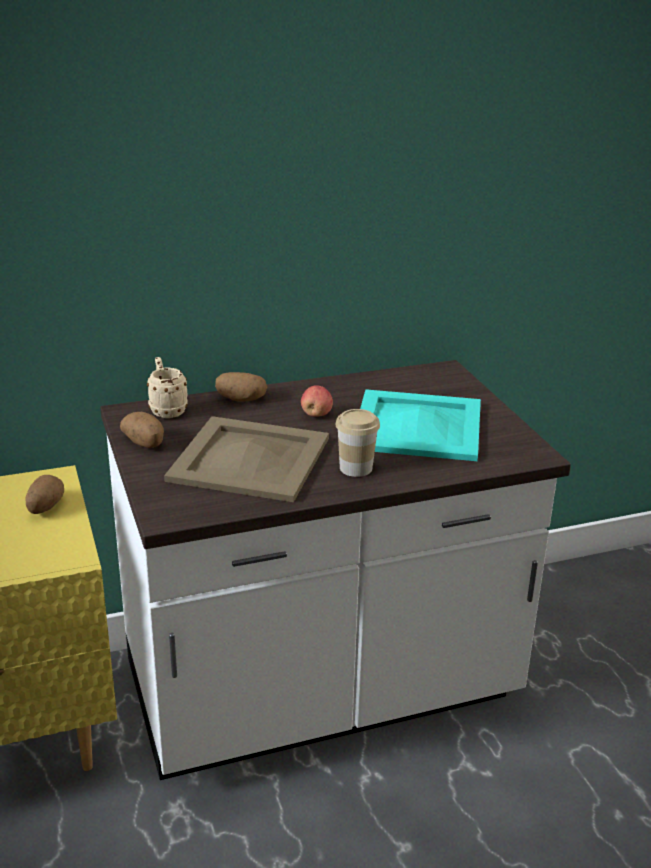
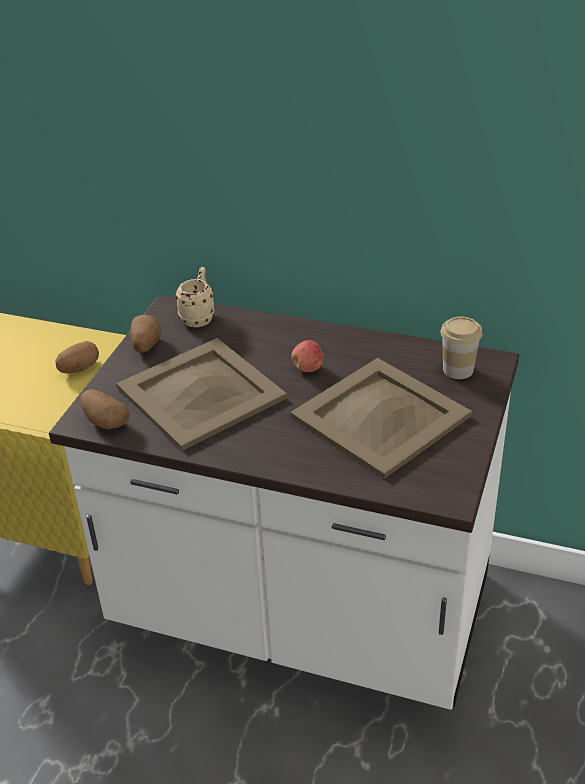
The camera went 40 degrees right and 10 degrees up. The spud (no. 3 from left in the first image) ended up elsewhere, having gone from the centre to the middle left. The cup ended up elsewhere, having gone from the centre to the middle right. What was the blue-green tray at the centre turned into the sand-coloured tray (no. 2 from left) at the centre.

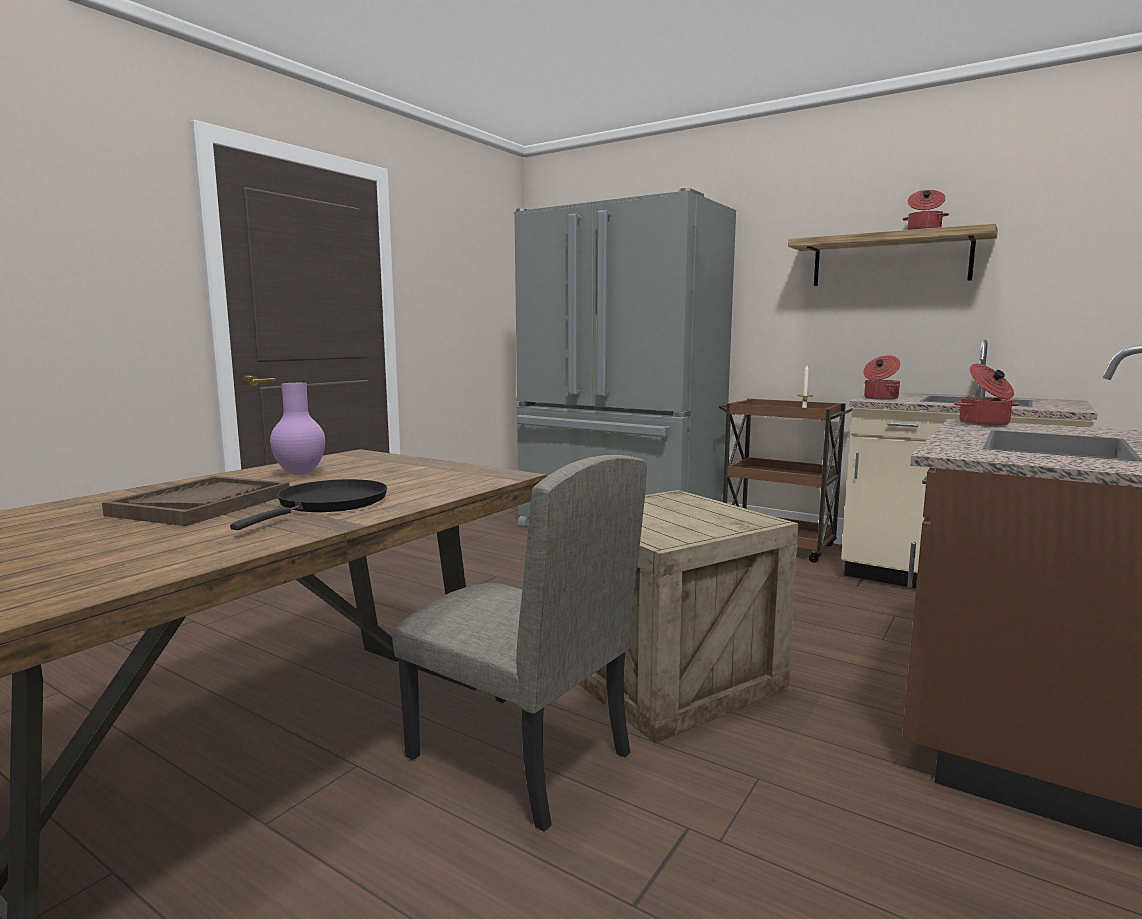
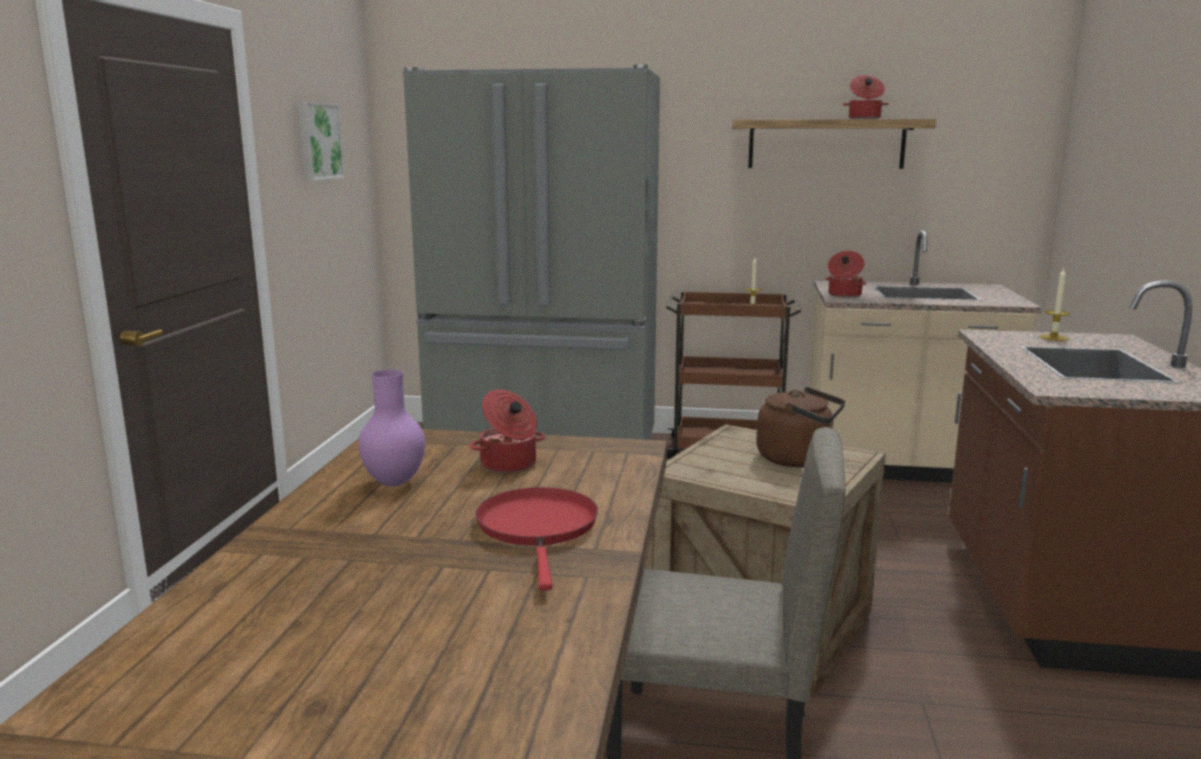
The camera went 25 degrees left and 5 degrees up. The second view lost the brown-coloured tray at the middle left. The second view gained the wall art at the top left. The second view gained the brown-coloured kettle at the middle right. The second view gained the wax light (no. 2 from left) at the middle right. The stockpot (no. 3 from left in the first image) ended up elsewhere, having gone from the middle right to the centre. What was the blackish pan at the middle left turned into the reddish pan at the bottom centre.

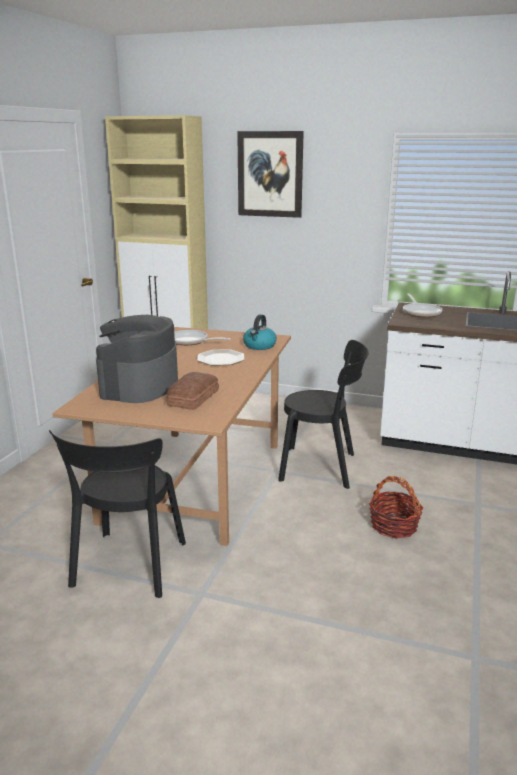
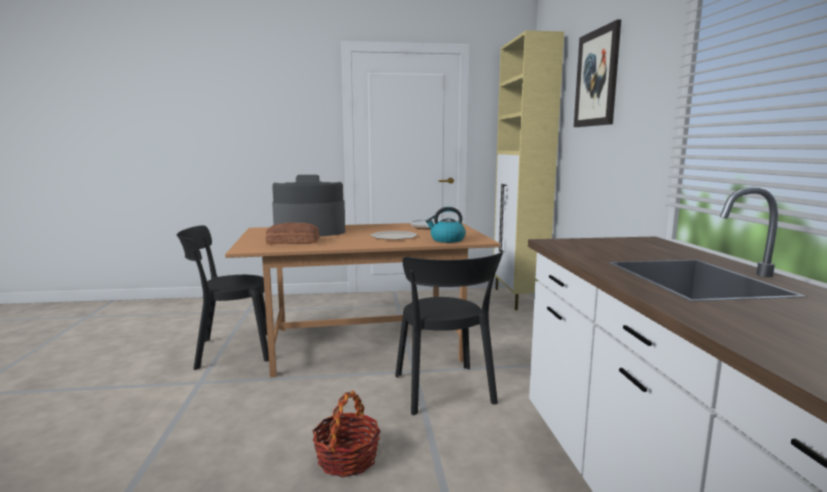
The camera went 65 degrees right and 10 degrees down. The second view lost the pan (no. 2 from left) at the middle right.

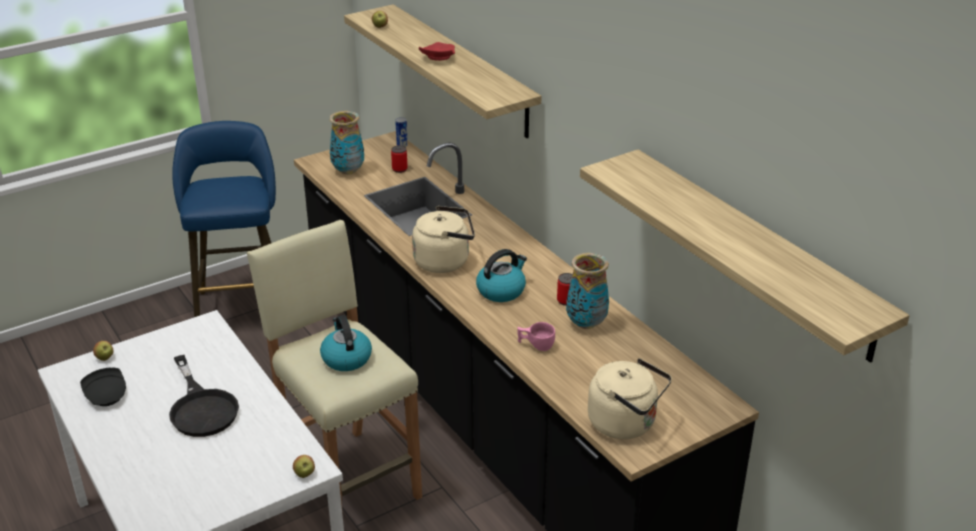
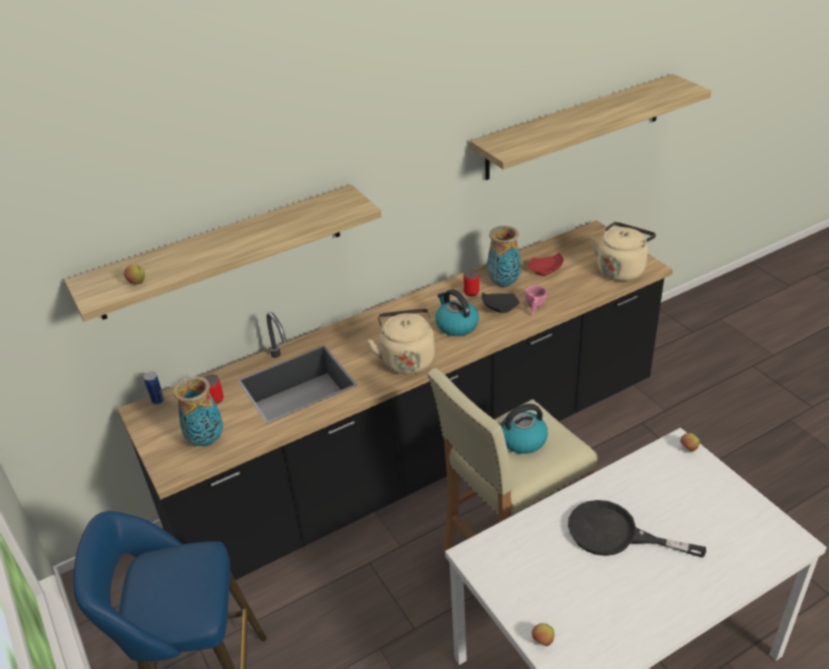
The camera went 85 degrees left and 5 degrees up. The blackish flat dish ended up elsewhere, having gone from the bottom left to the centre. The reddish flat dish ended up elsewhere, having gone from the top centre to the centre. The blackish pan at the bottom left ended up facing another way, 135 degrees counterclockwise from before.

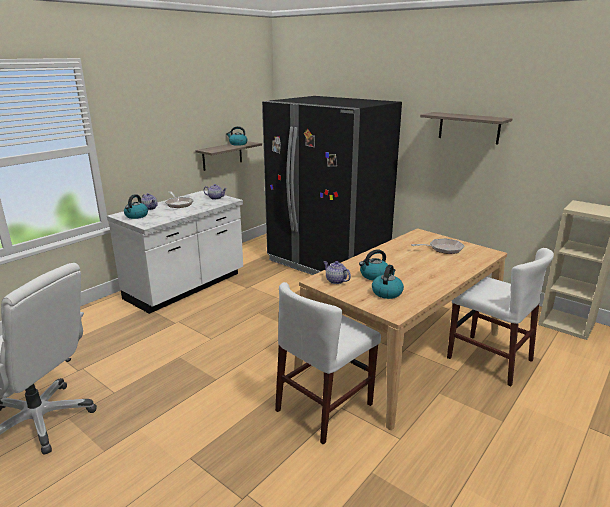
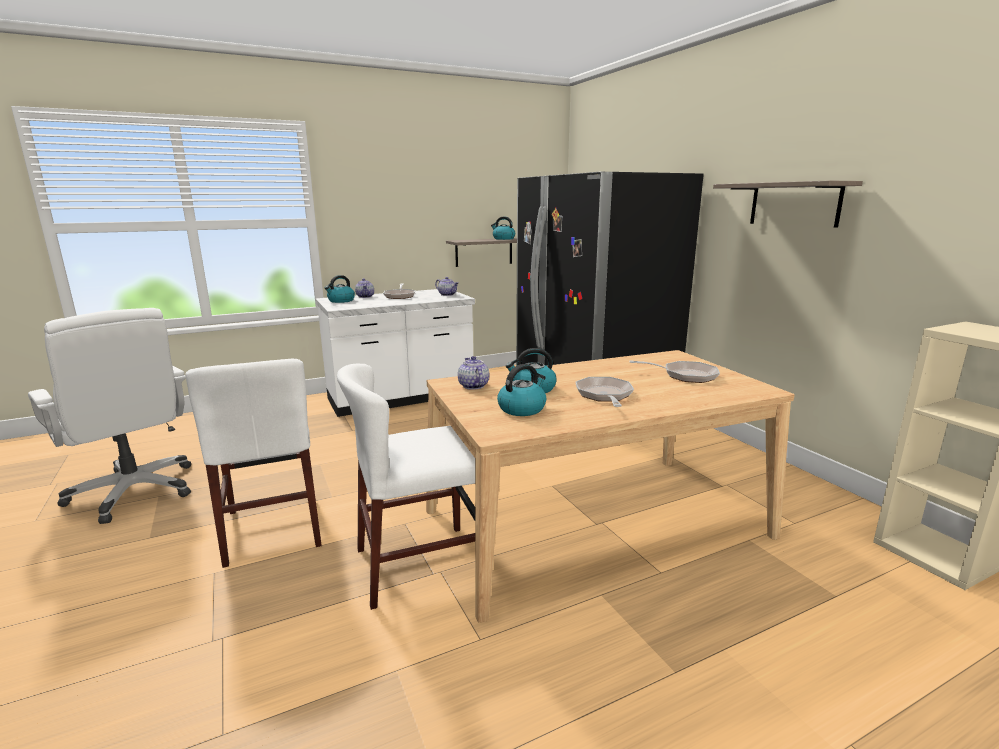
The camera went 25 degrees right and 5 degrees down. The second view gained the pan (no. 2 from left) at the centre. The white chair (no. 2 from left in the first image) ended up elsewhere, having gone from the middle right to the middle left.

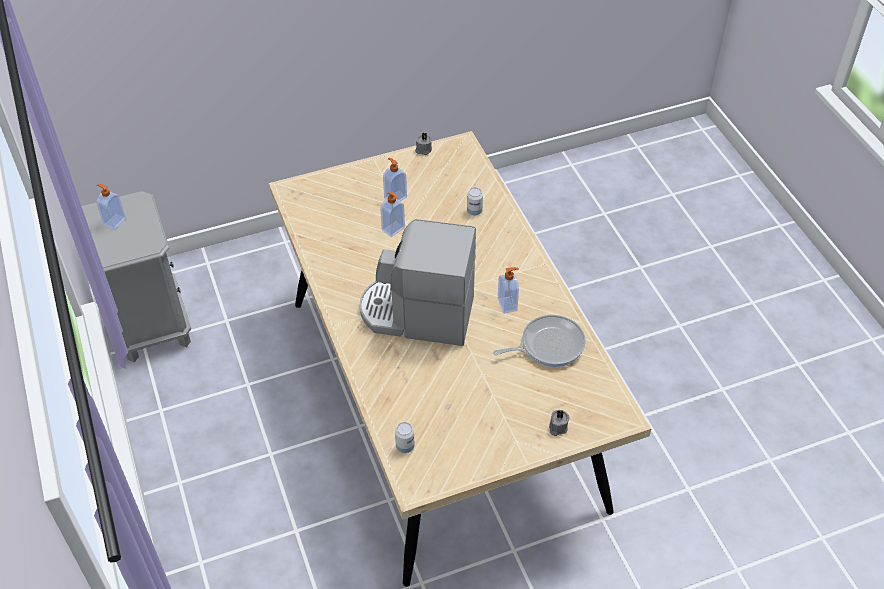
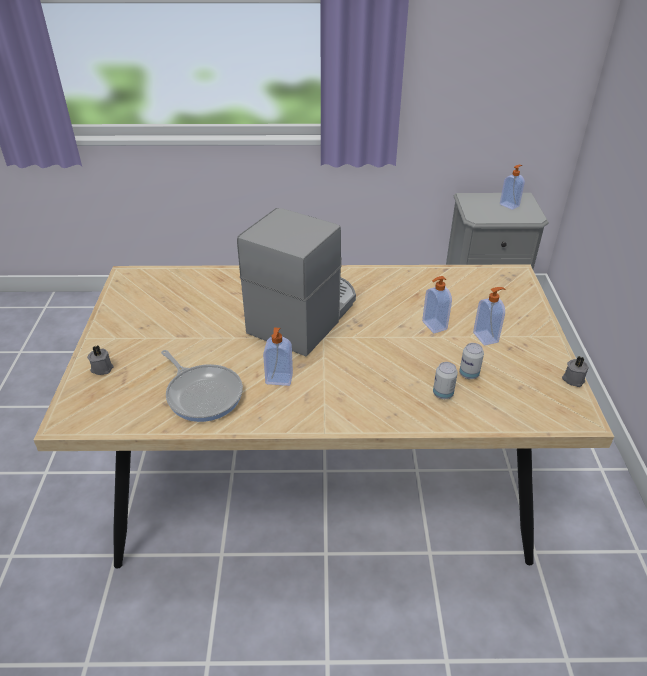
The camera went 110 degrees right and 10 degrees down. The can (no. 1 from left in the first image) ended up elsewhere, having gone from the bottom centre to the middle right. The pan at the centre ended up facing another way, 45 degrees counterclockwise from before.

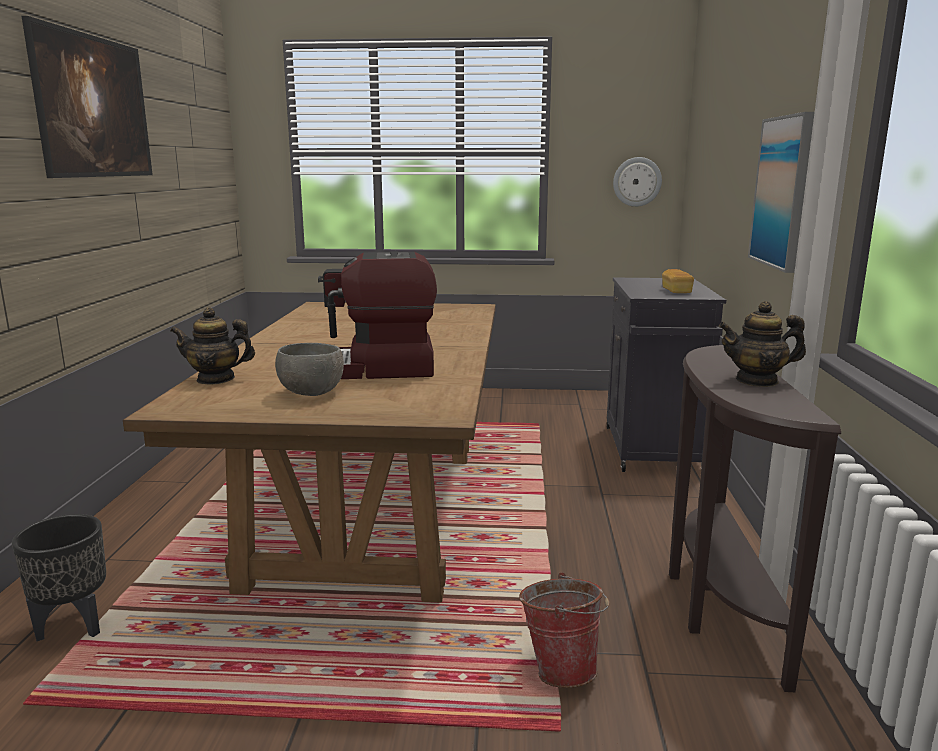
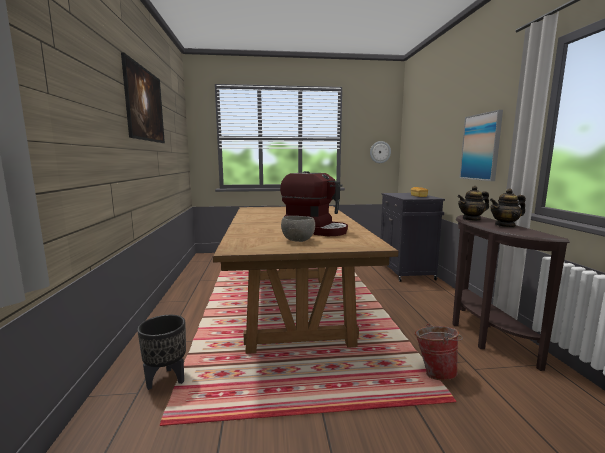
The camera went 10 degrees left and 5 degrees down. The tea pot (no. 1 from left) ended up elsewhere, having gone from the middle left to the middle right. The coffee machine at the centre ended up facing another way, 135 degrees counterclockwise from before.

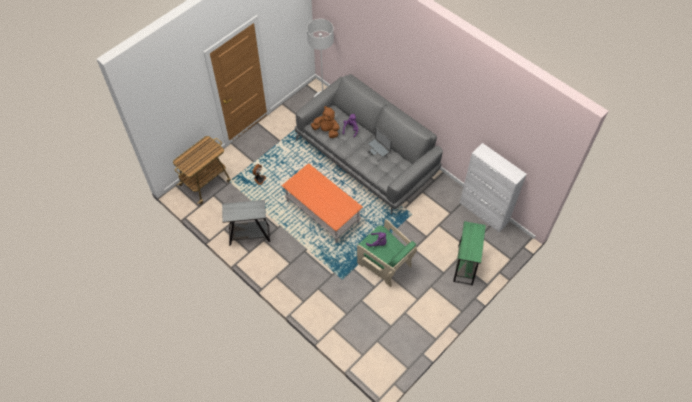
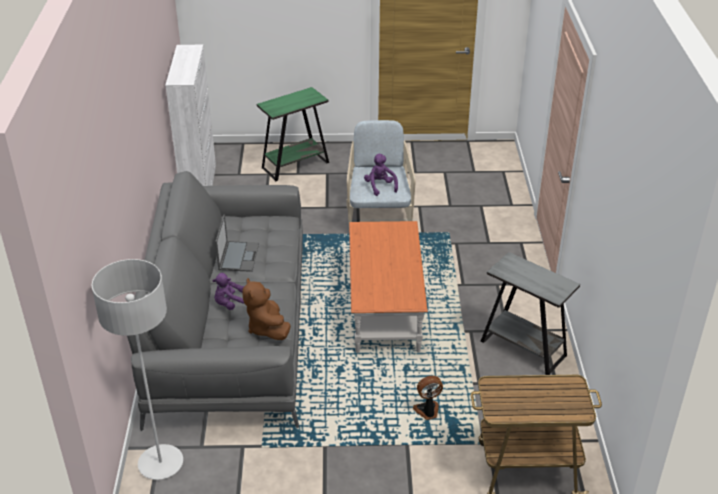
The camera went 135 degrees left and 20 degrees down. What was the green armchair at the centre turned into the sand-coloured armchair at the centre.

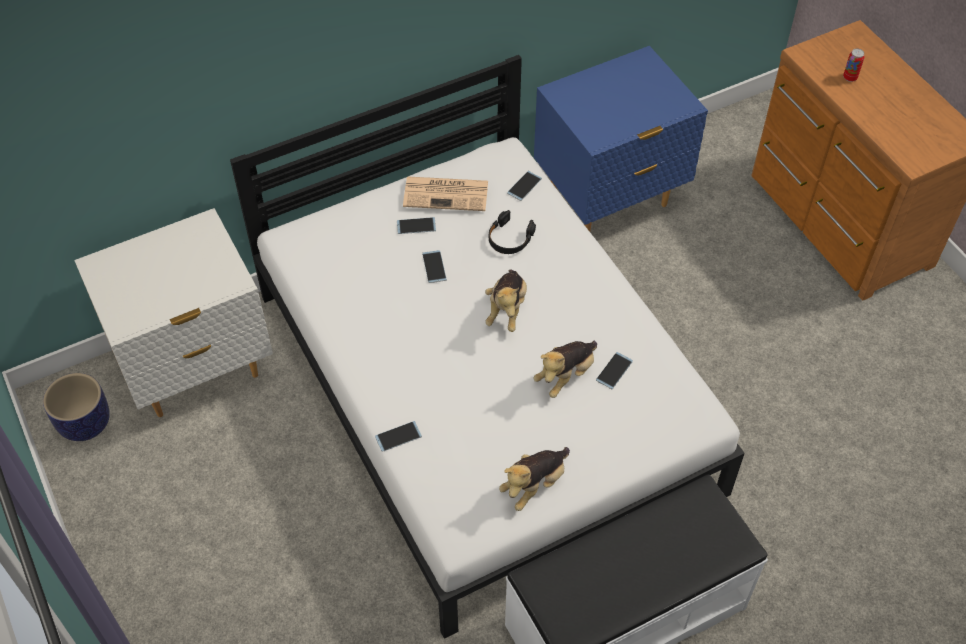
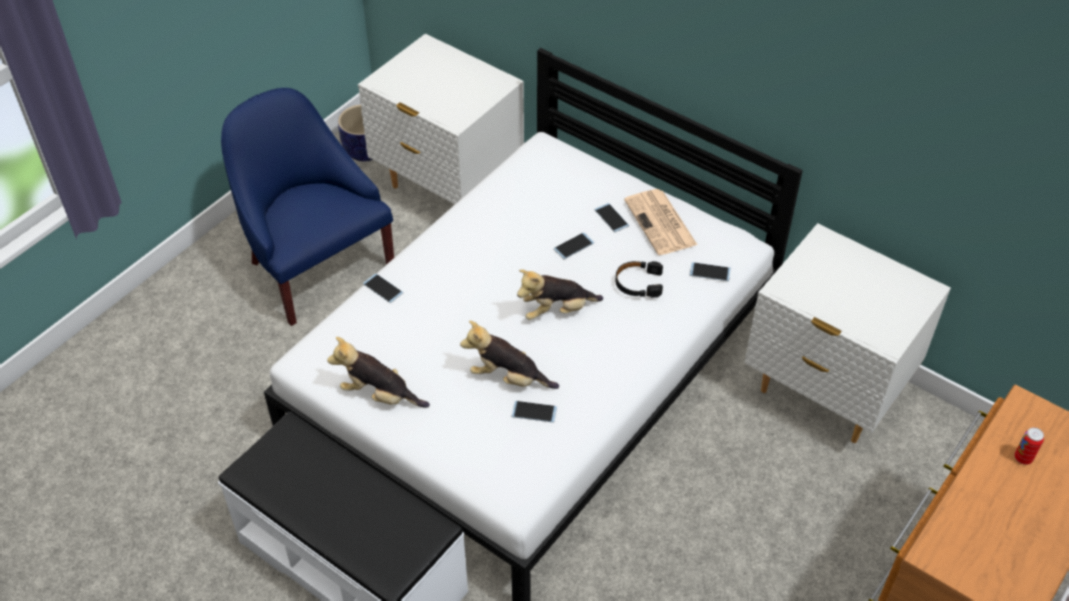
The camera went 65 degrees right and 5 degrees down. The second view gained the blue-coloured armchair at the middle left. What was the blue-coloured bedside table at the top centre turned into the white bedside table (no. 2 from left) at the middle right.

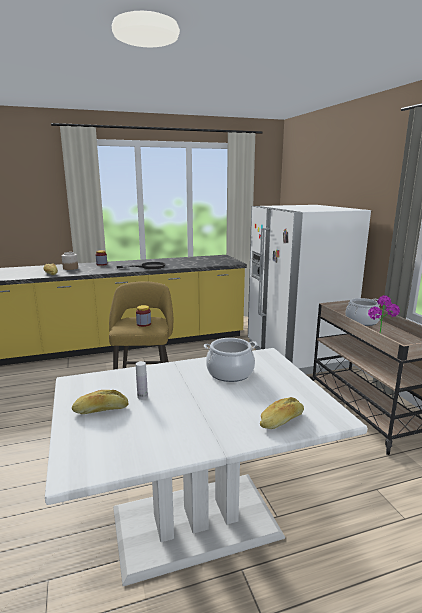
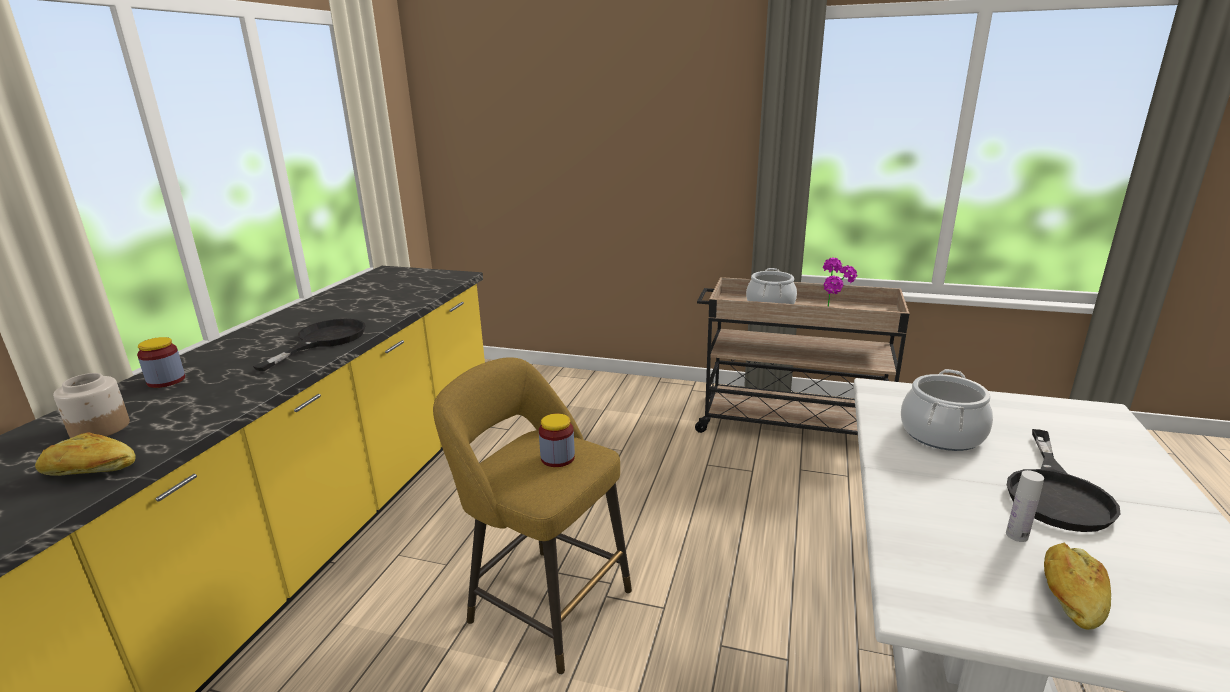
The camera went 55 degrees left and 5 degrees up. The second view lost the white refrigerator at the middle right. The second view lost the bread (no. 3 from left) at the bottom right. The second view gained the blackish pan (no. 2 from left) at the bottom right.

